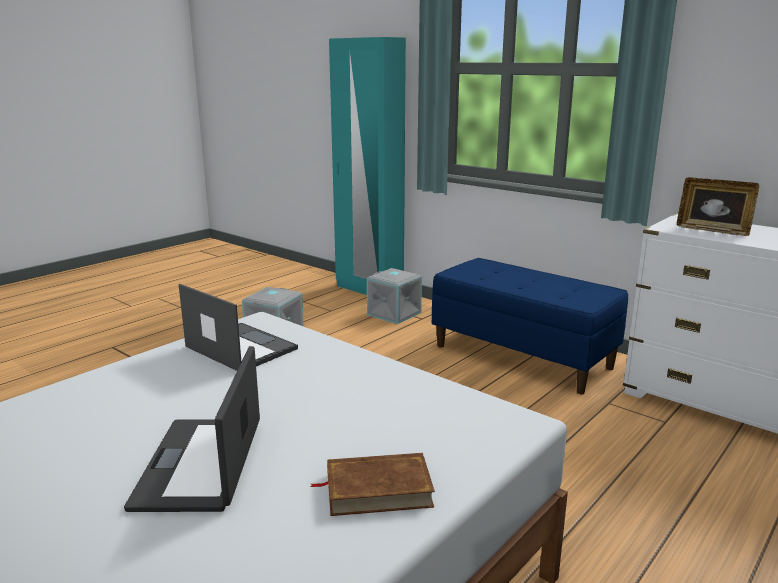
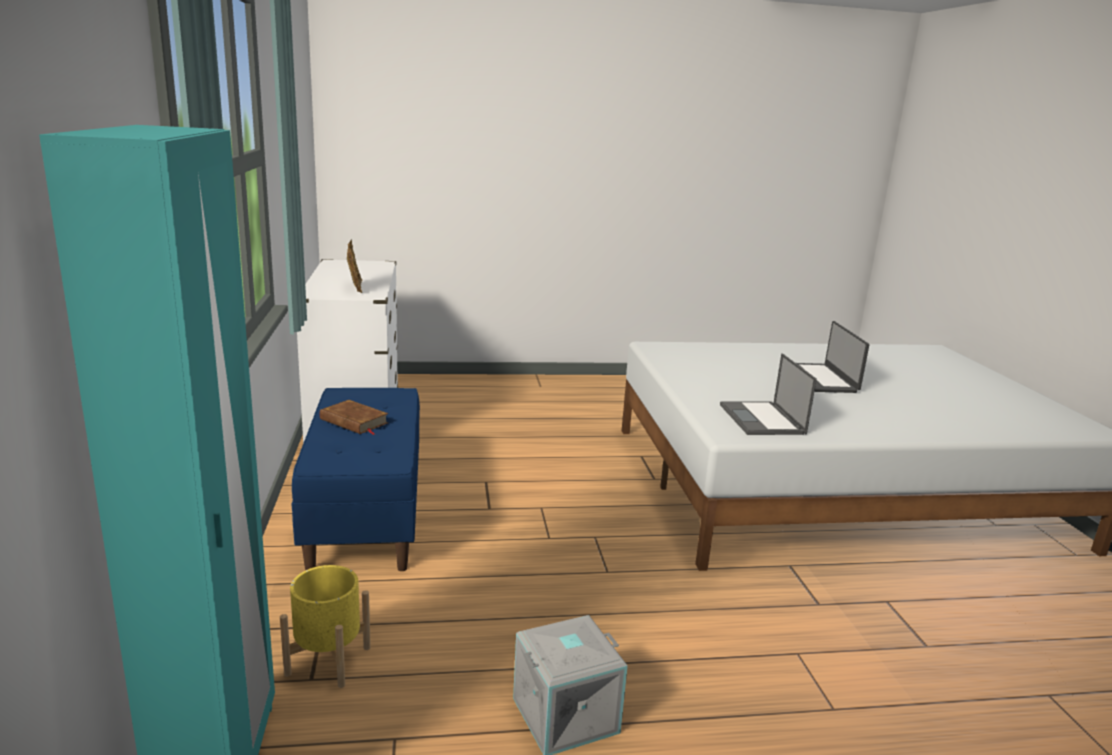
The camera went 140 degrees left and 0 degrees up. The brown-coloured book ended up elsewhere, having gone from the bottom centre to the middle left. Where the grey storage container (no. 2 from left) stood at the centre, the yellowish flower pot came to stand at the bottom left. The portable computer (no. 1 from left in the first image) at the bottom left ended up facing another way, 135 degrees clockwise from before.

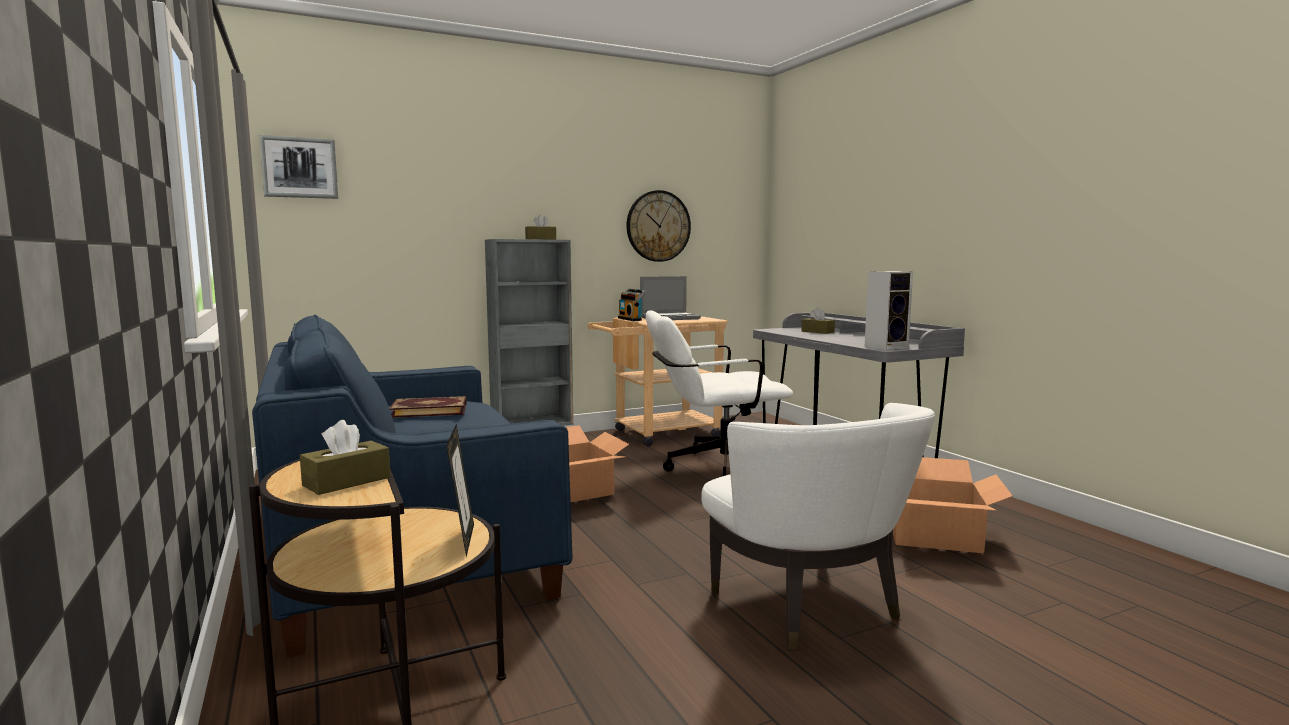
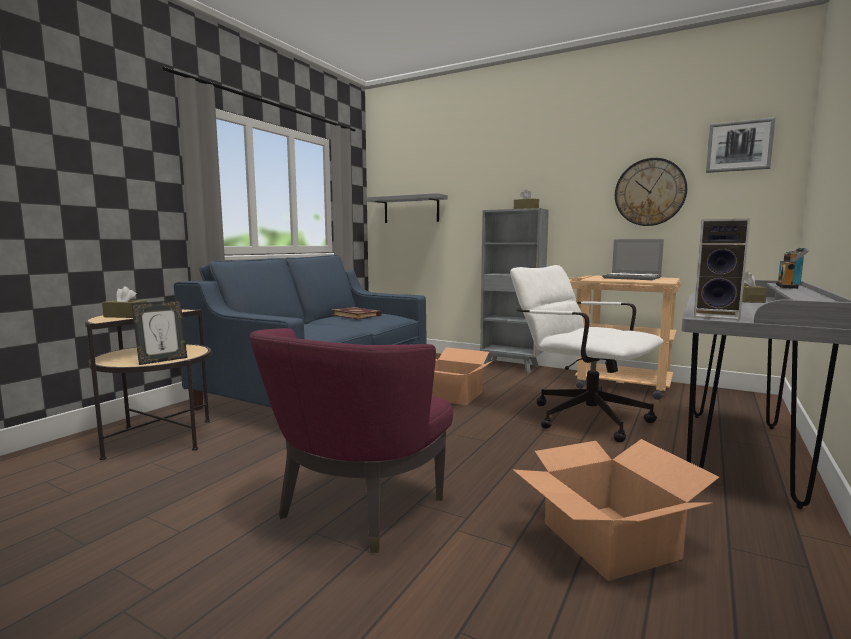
The camera went 55 degrees right and 0 degrees up. The second view gained the grey wall shelf at the top centre. The wall art ended up elsewhere, having gone from the top left to the top right. The radio ended up elsewhere, having gone from the centre to the middle right. What was the white armchair at the bottom centre turned into the purple armchair at the bottom centre.

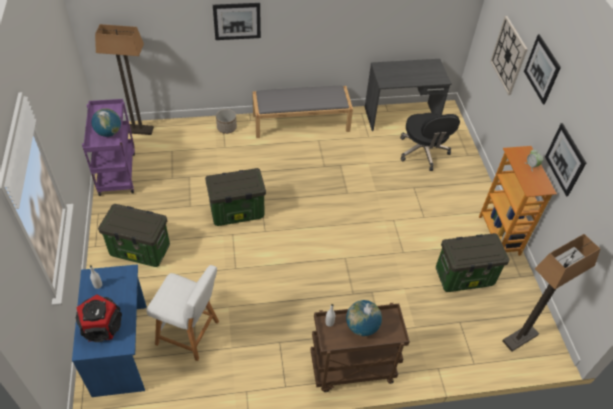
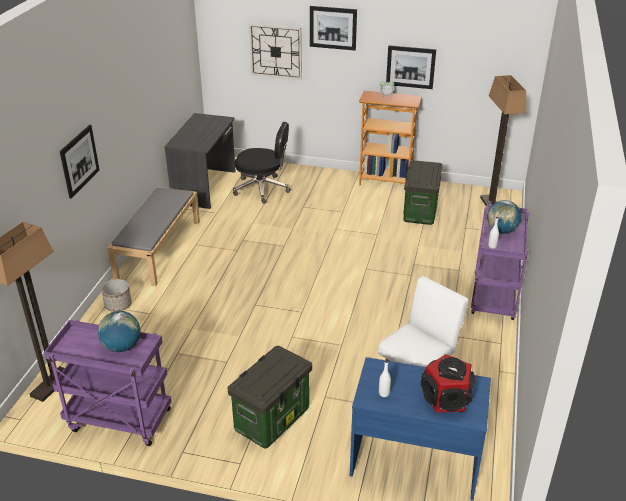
The camera went 65 degrees left and 15 degrees down. The second view lost the storage container (no. 2 from left) at the centre. What was the brown-coloured cart at the bottom centre turned into the purple cart (no. 2 from left) at the middle right.

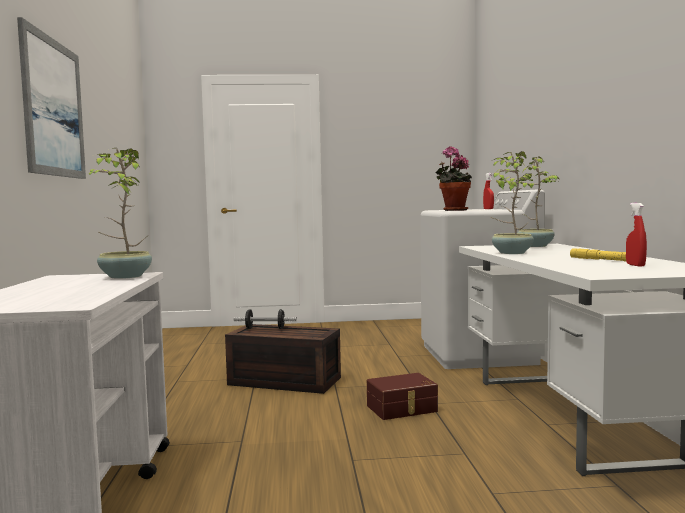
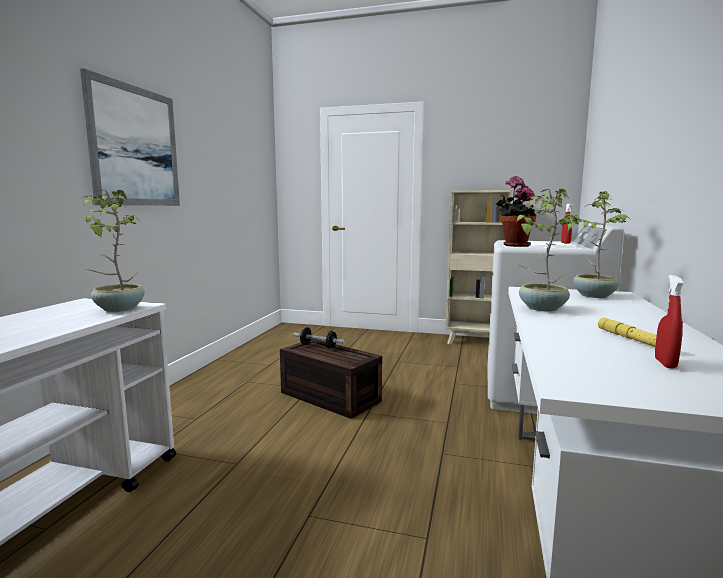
The camera went 20 degrees right and 5 degrees up. The second view lost the brown-coloured storage container (no. 2 from left) at the bottom centre. The second view gained the sand-coloured shelving unit at the centre.

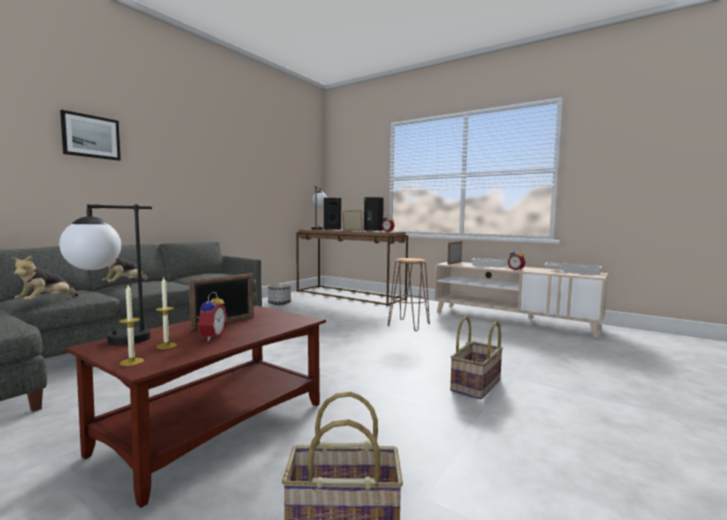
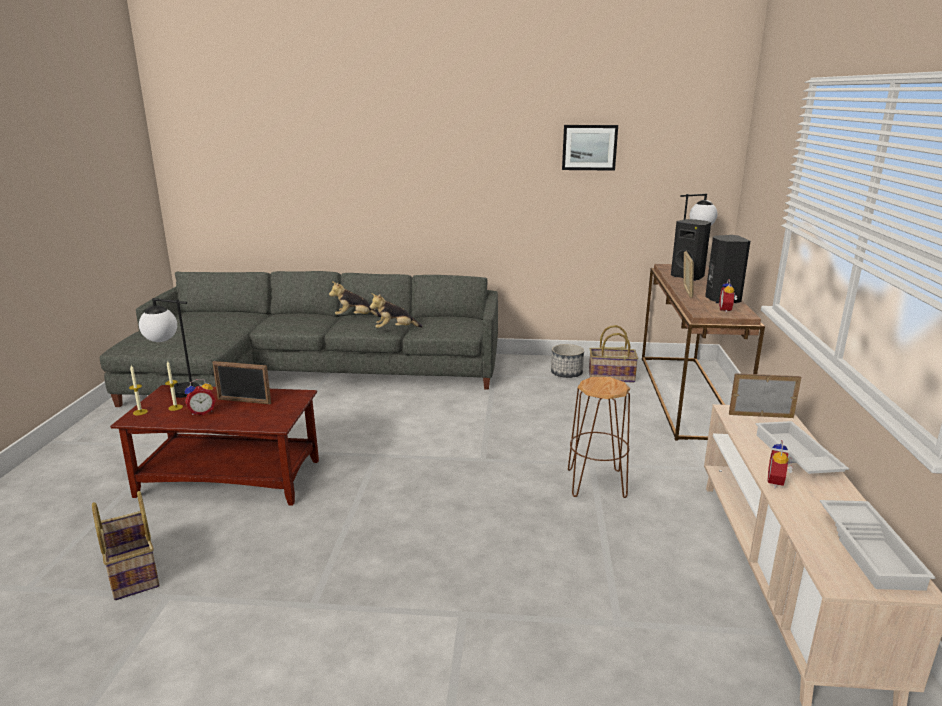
The camera went 60 degrees right and 15 degrees up. The plush toy (no. 1 from left in the first image) ended up elsewhere, having gone from the middle left to the centre. The wall art ended up elsewhere, having gone from the top left to the top centre. The storage basket (no. 2 from left) ended up elsewhere, having gone from the bottom centre to the centre.

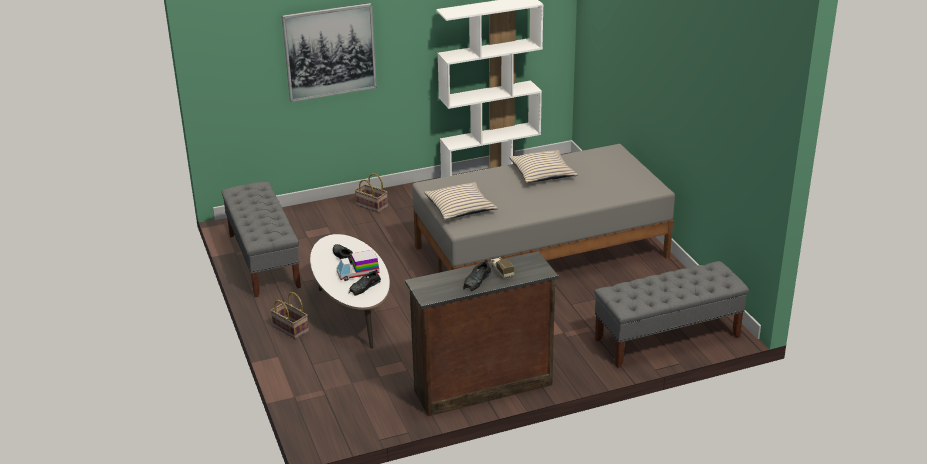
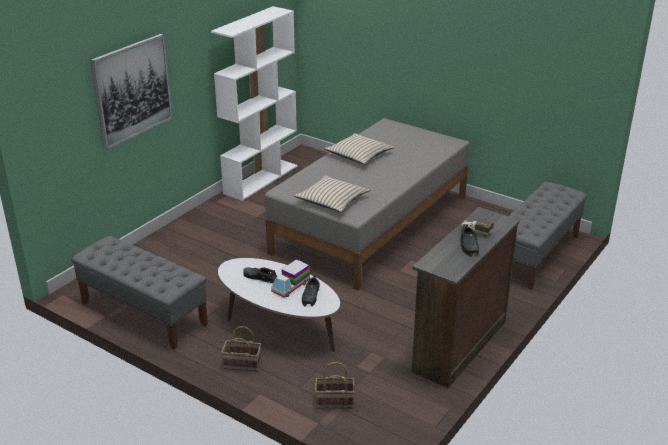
The camera went 35 degrees left and 0 degrees up. The storage basket (no. 2 from left) ended up elsewhere, having gone from the centre to the bottom centre.

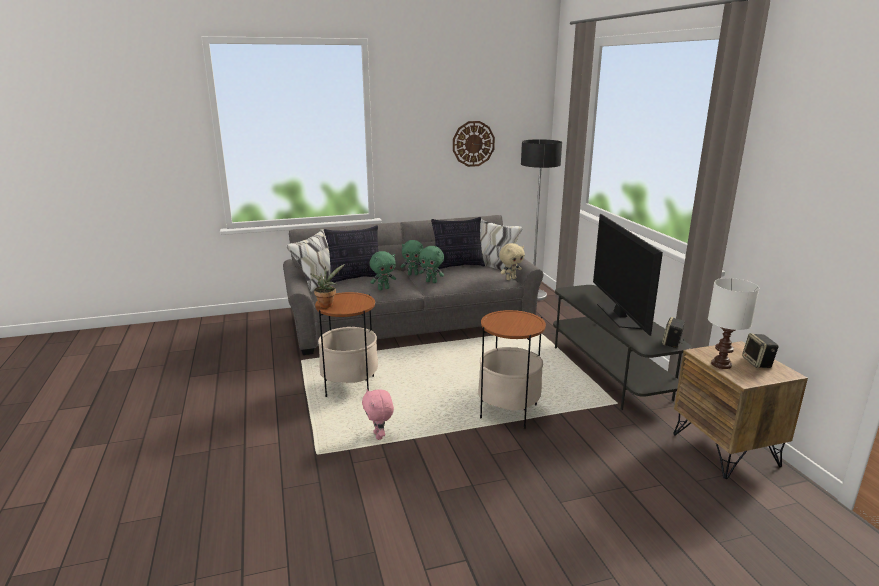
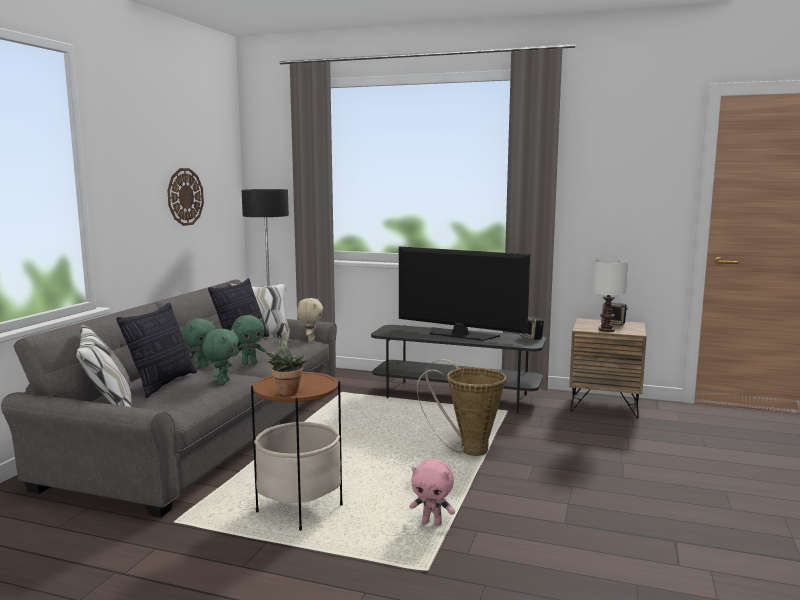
The camera went 55 degrees left and 10 degrees down. Where the accent table (no. 2 from left) stood at the centre, the storage basket came to stand at the bottom centre.

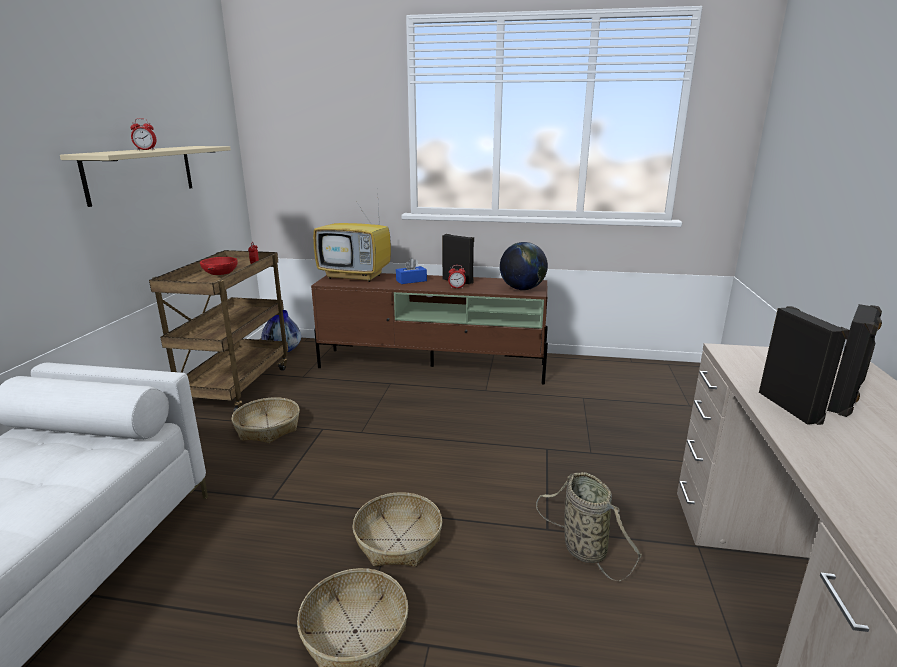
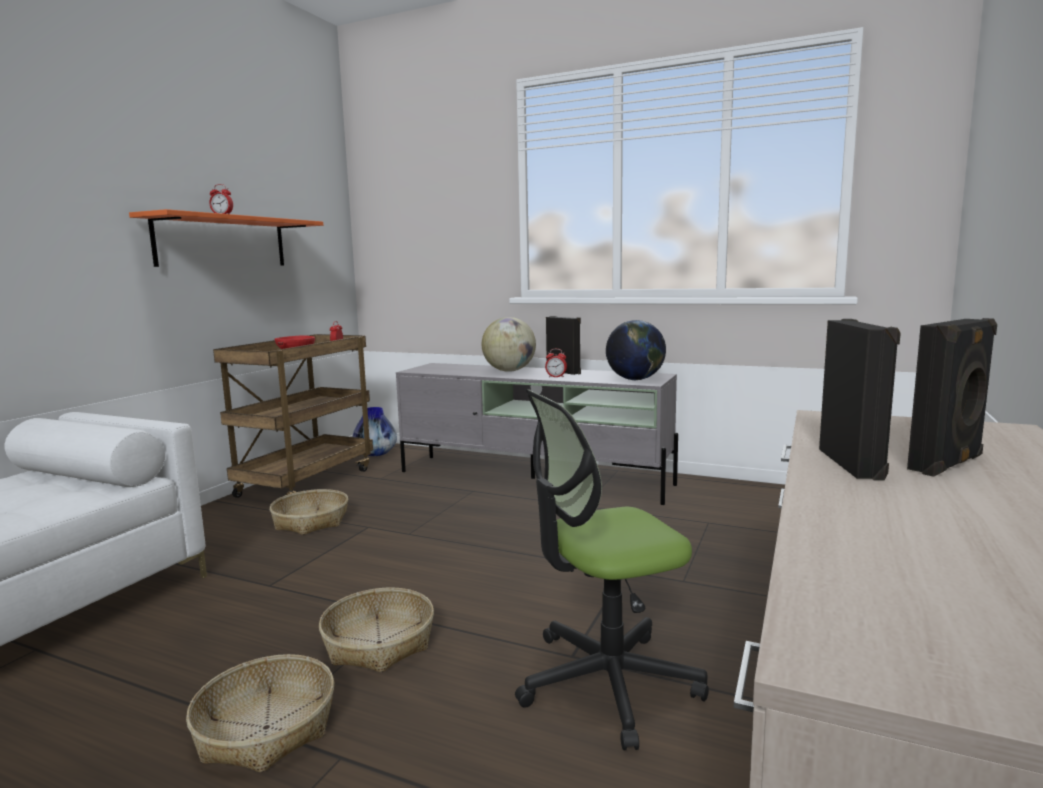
The camera went 15 degrees right and 10 degrees down. The second view lost the TV set at the centre. Where the blue-coloured tissue box stood at the centre, the world globe (no. 1 from left) came to stand at the centre. Where the storage basket (no. 4 from left) stood at the bottom centre, the desk chair came to stand at the bottom centre. What was the sand-coloured wall shelf at the top left turned into the orange wall shelf at the top left. What was the brown-coloured tv stand at the centre turned into the grey tv stand at the centre.

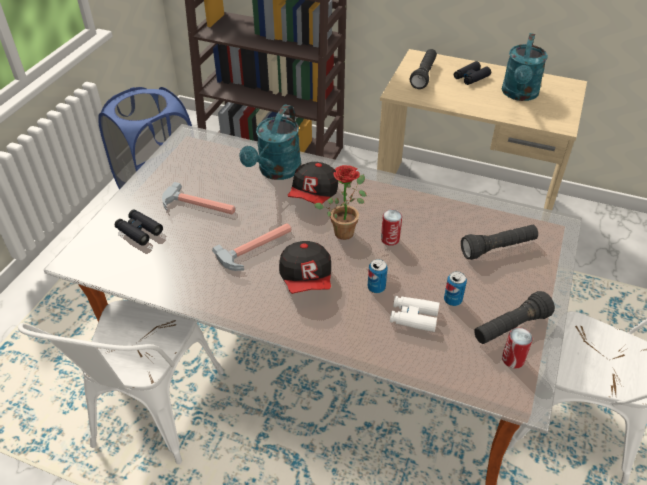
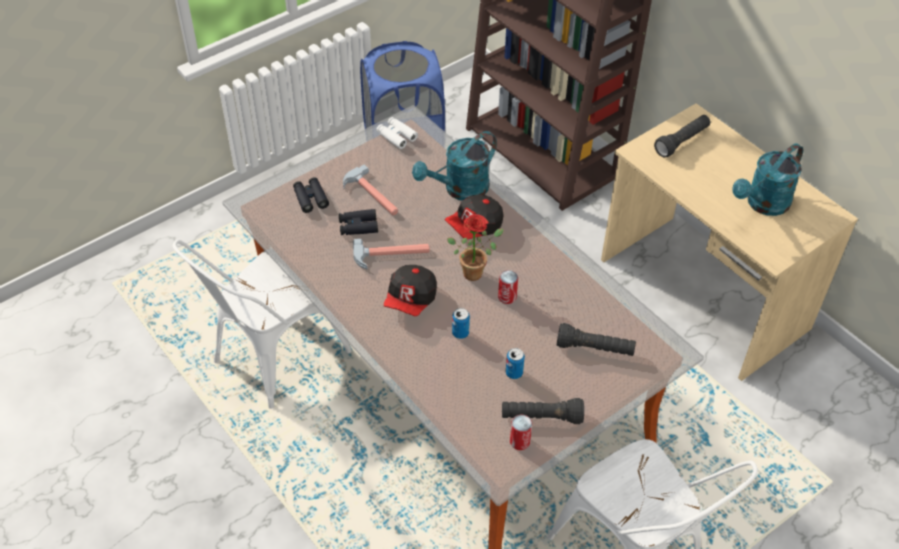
The camera went 30 degrees right and 5 degrees up. The white pair of binoculars ended up elsewhere, having gone from the centre to the top centre. The blackish pair of binoculars (no. 2 from left) ended up elsewhere, having gone from the top right to the centre.

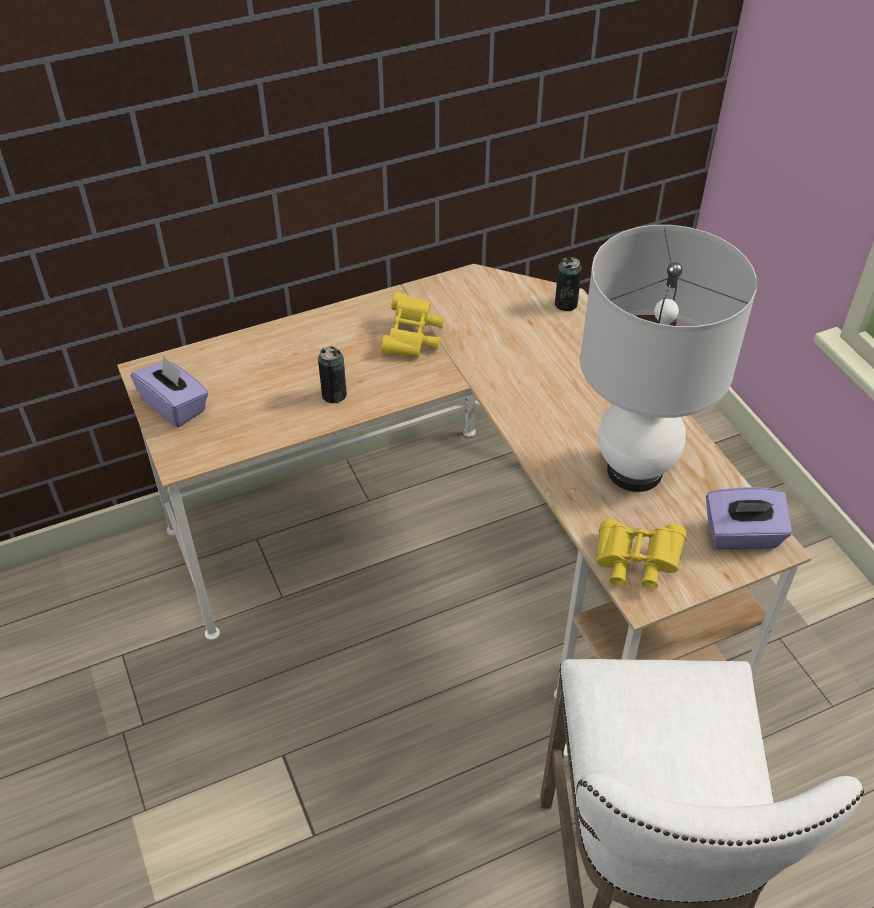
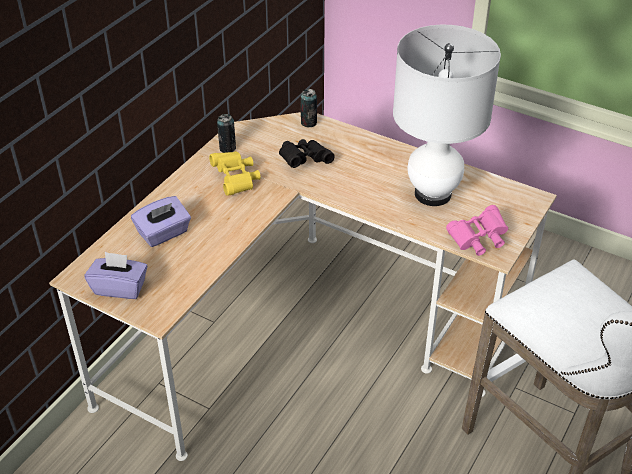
The camera went 35 degrees left and 5 degrees down. The second view gained the blackish pair of binoculars at the top centre. The can (no. 1 from left) ended up elsewhere, having gone from the centre to the top centre. The purple tissue box (no. 2 from left) ended up elsewhere, having gone from the middle right to the middle left. What was the yellowish pair of binoculars (no. 2 from left) at the middle right turned into the pink pair of binoculars at the middle right.

